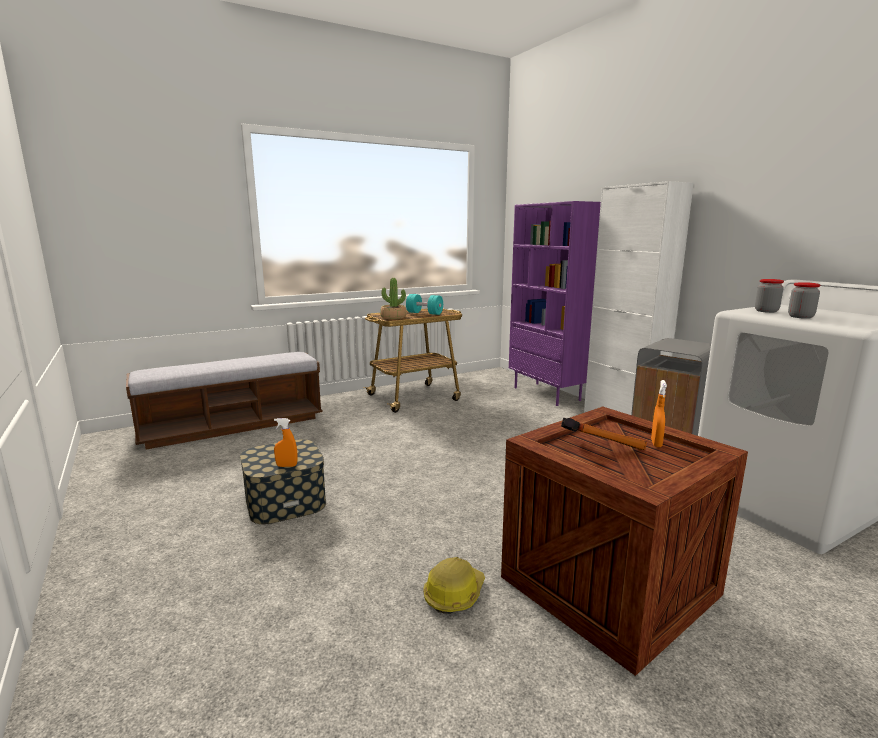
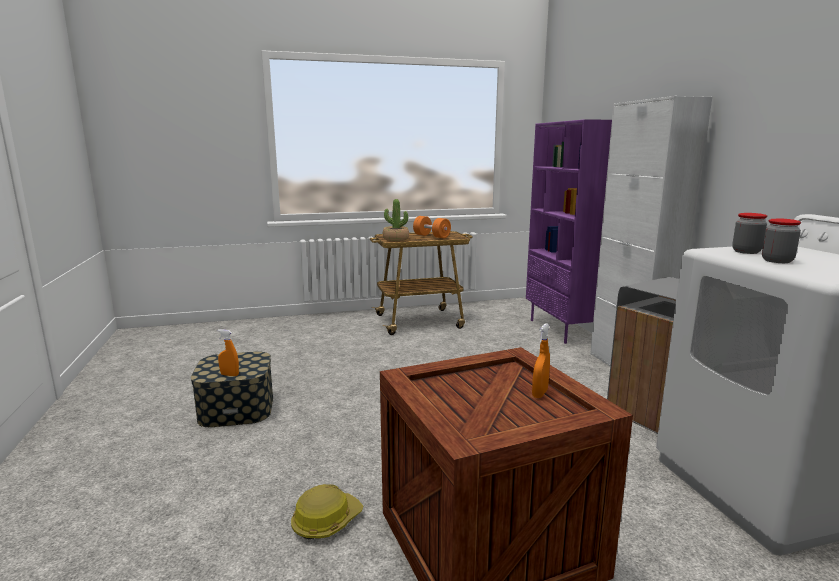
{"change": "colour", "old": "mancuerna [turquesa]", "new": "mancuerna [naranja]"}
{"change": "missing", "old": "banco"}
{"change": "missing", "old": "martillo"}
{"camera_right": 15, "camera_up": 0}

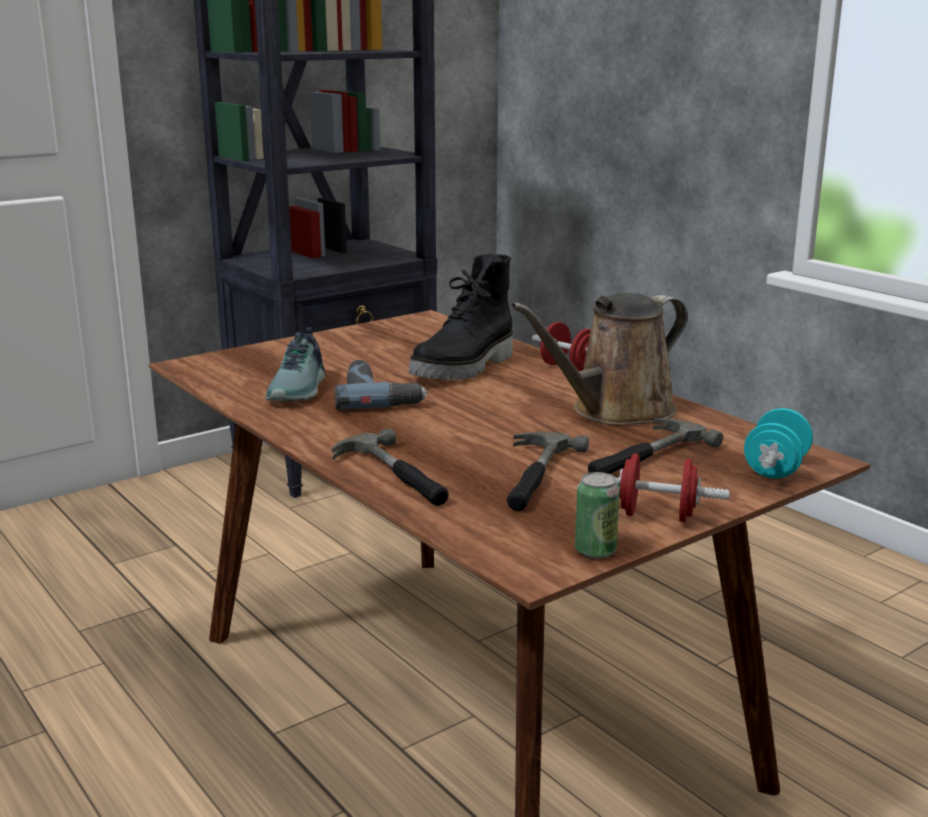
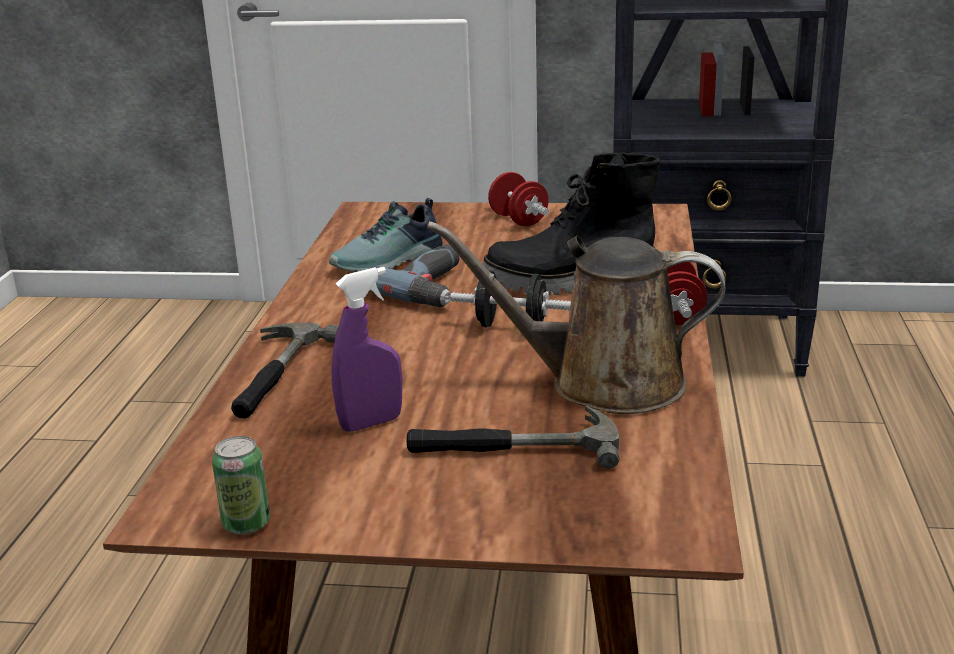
{"change": "missing", "old": "mancuerna [turquesa]"}
{"change": "exchanged", "old": "martillo (no. 2 from left)", "new": "pulverizador [morado]"}
{"change": "relocated", "old": "mancuerna [rojo] (no. 2 from left in the first image)", "new": "mancuerna [rojo] (no. 1 from left)"}
{"change": "appeared", "new": "mancuerna [negro]"}
{"camera_right": 45, "camera_up": 5}

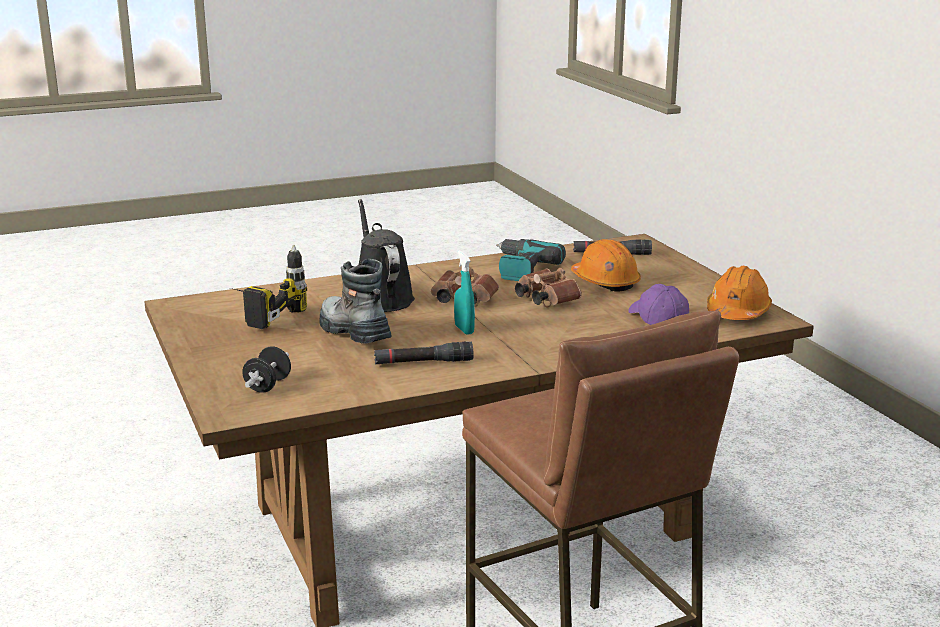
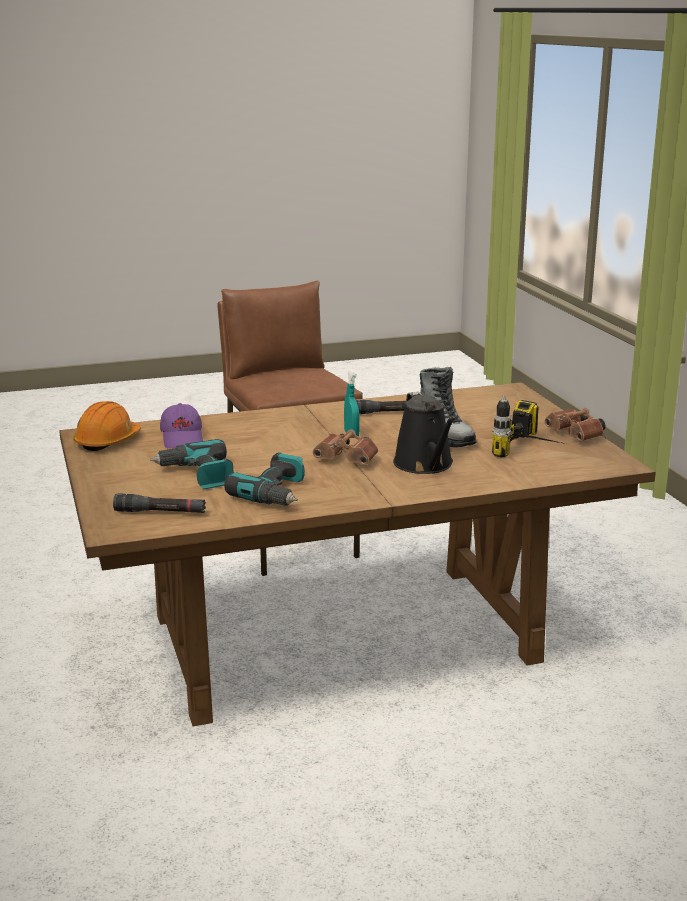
{"change": "exchanged", "old": "casco [naranja] (no. 1 from left)", "new": "taladro (no. 1 from left)"}
{"change": "relocated", "old": "prismáticos [marrón] (no. 2 from left)"}
{"change": "missing", "old": "mancuerna [negro]"}
{"camera_right": -175, "camera_up": 0}

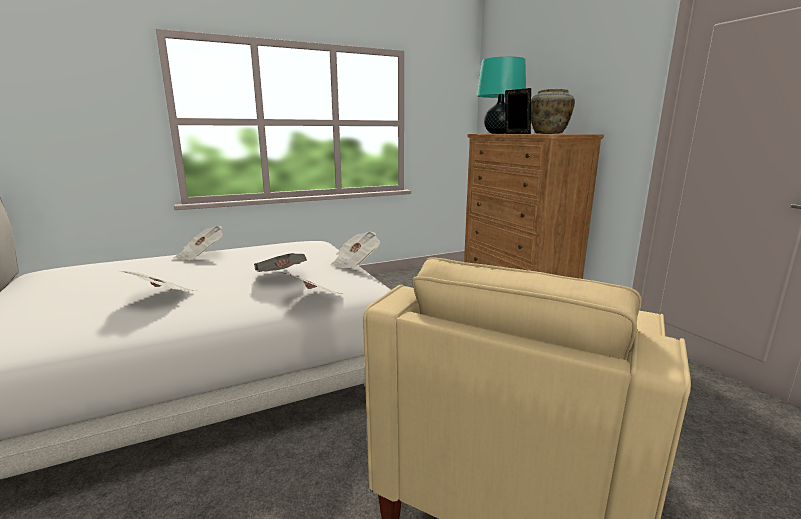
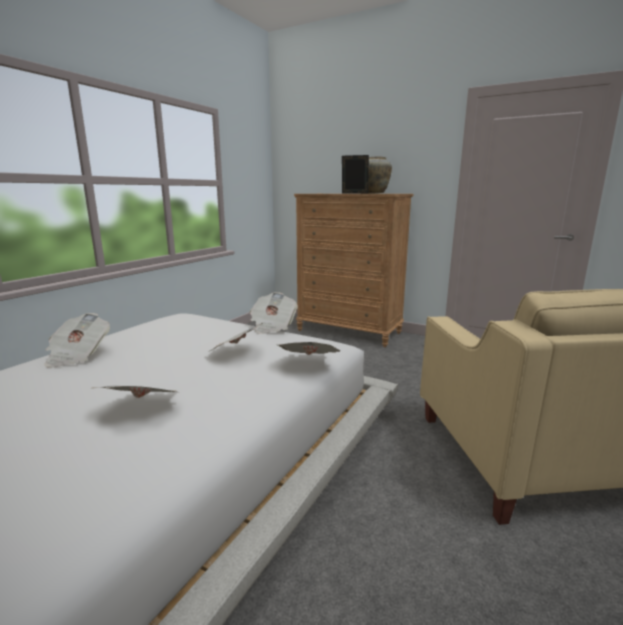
{"change": "missing", "old": "lámpara de mesa [turquesa]"}
{"camera_right": -35, "camera_up": 0}

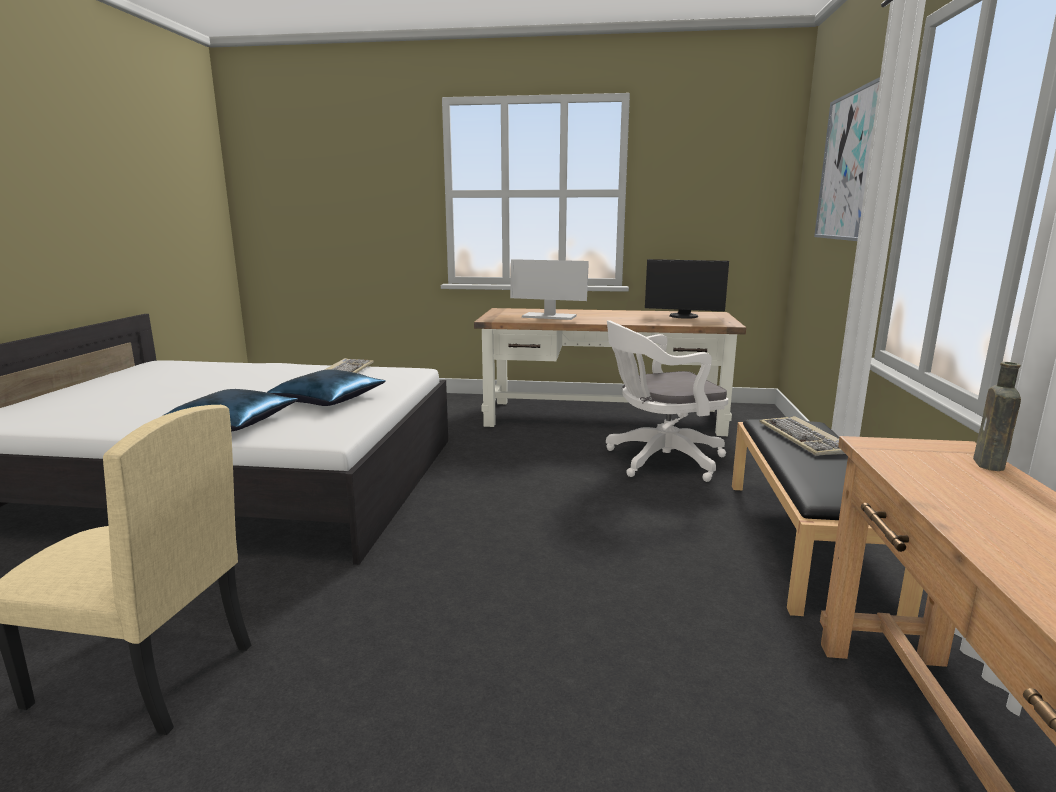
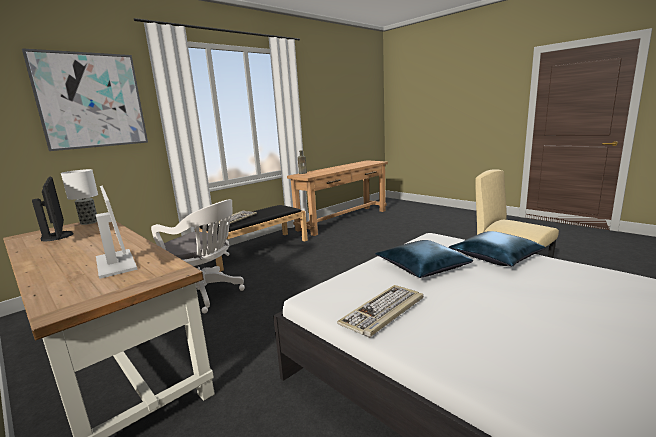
{"change": "appeared", "new": "lámpara de mesa"}
{"camera_right": -140, "camera_up": 0}

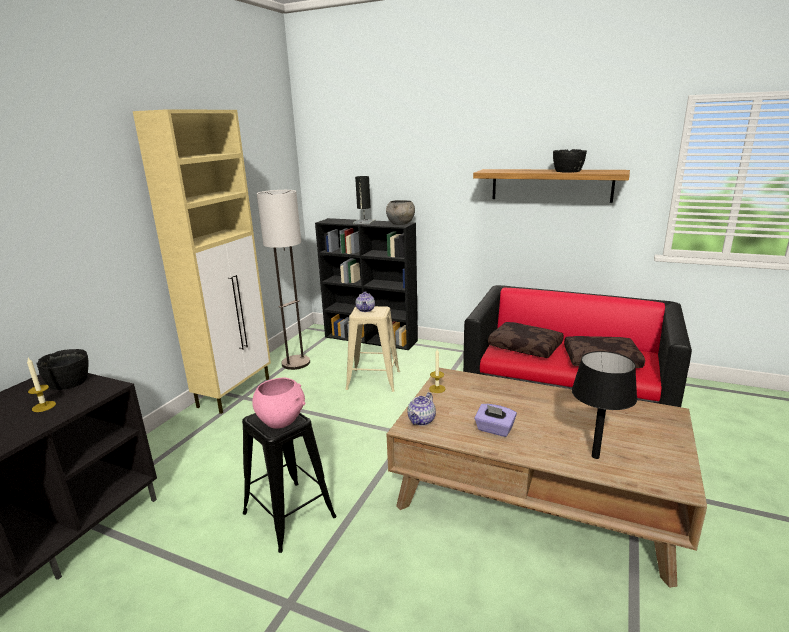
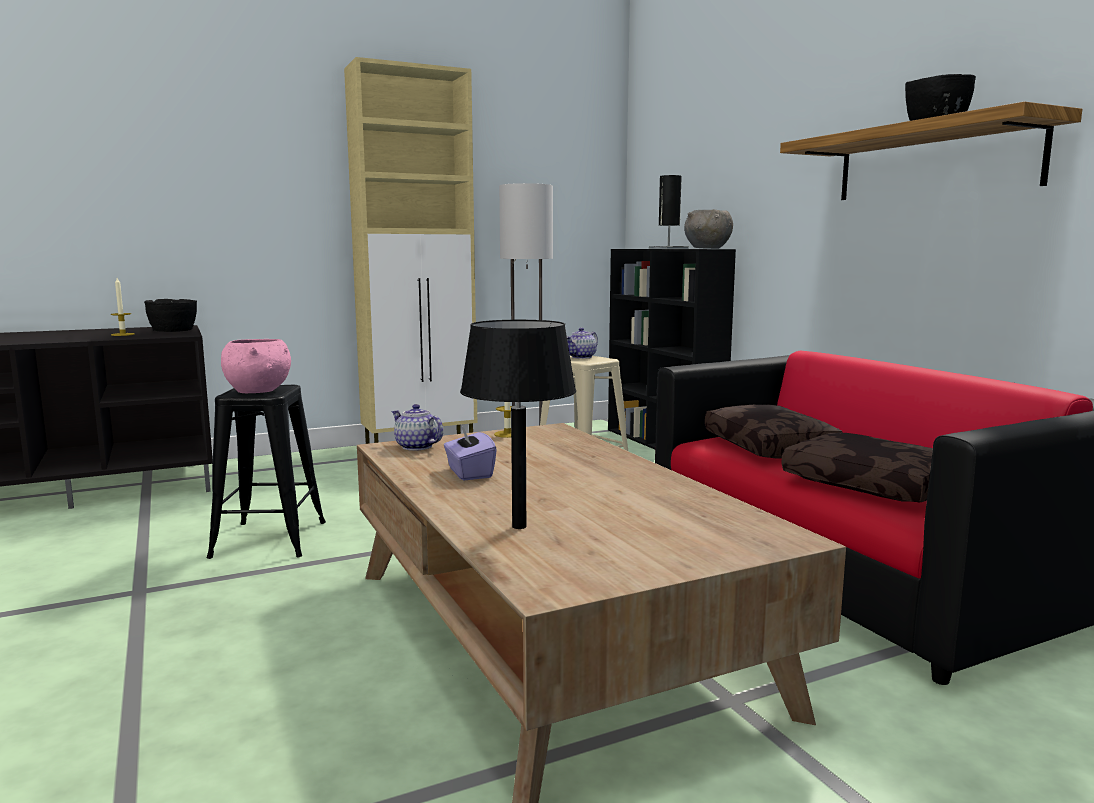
{"change": "spun", "old": "tetera (no. 2 from left in the first image)", "degrees": 60}
{"camera_right": 40, "camera_up": -10}

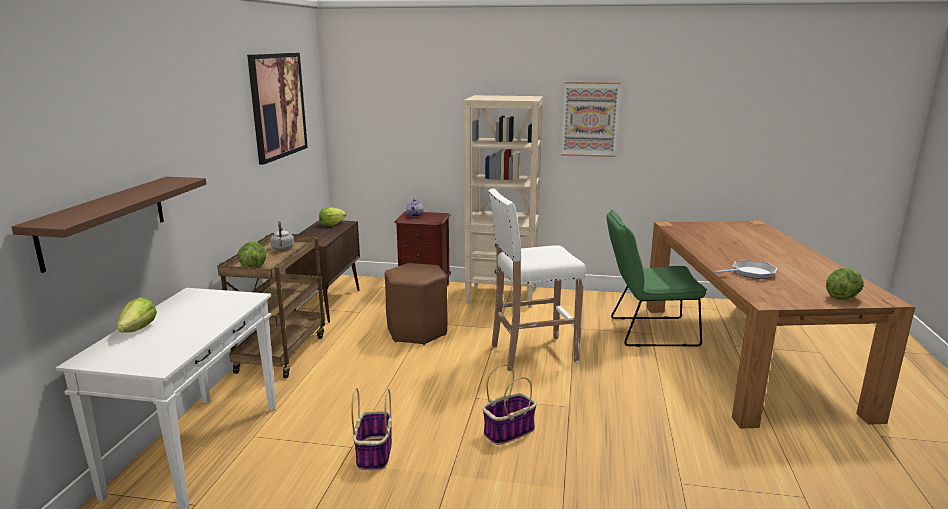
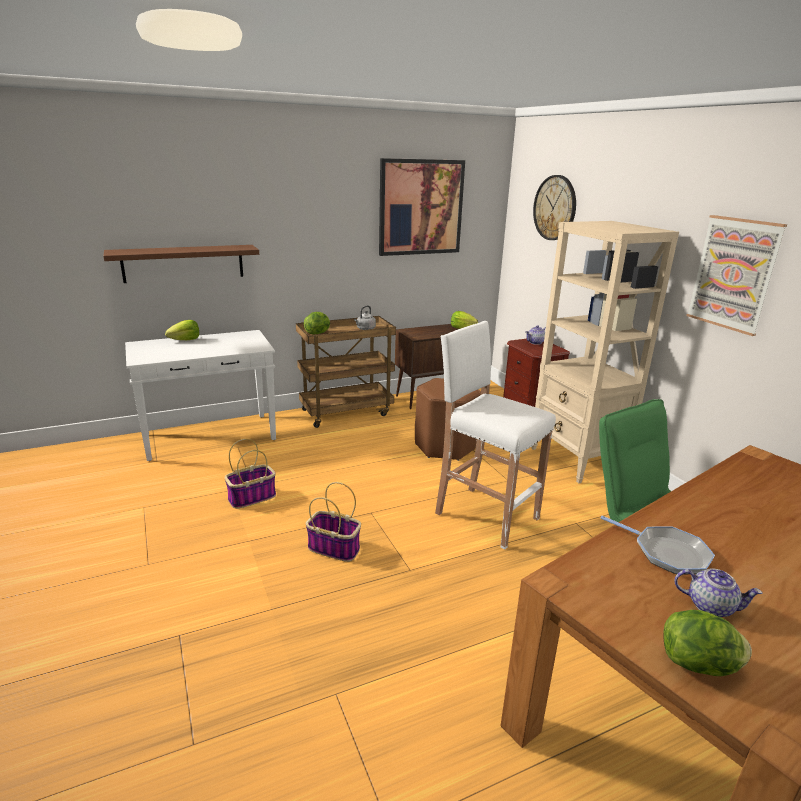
{"change": "appeared", "new": "reloj de pared"}
{"change": "appeared", "new": "tetera (no. 2 from left)"}
{"camera_right": 55, "camera_up": 5}

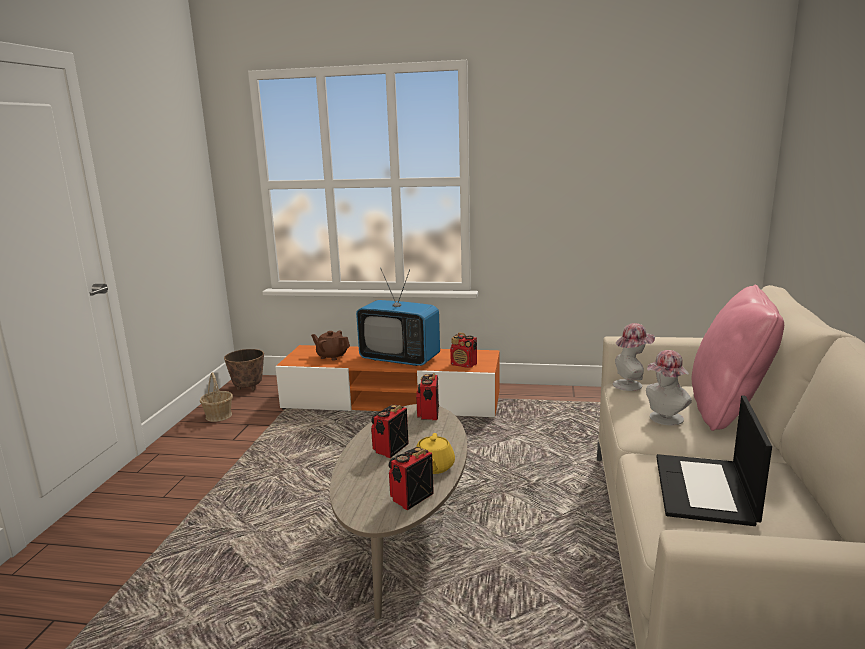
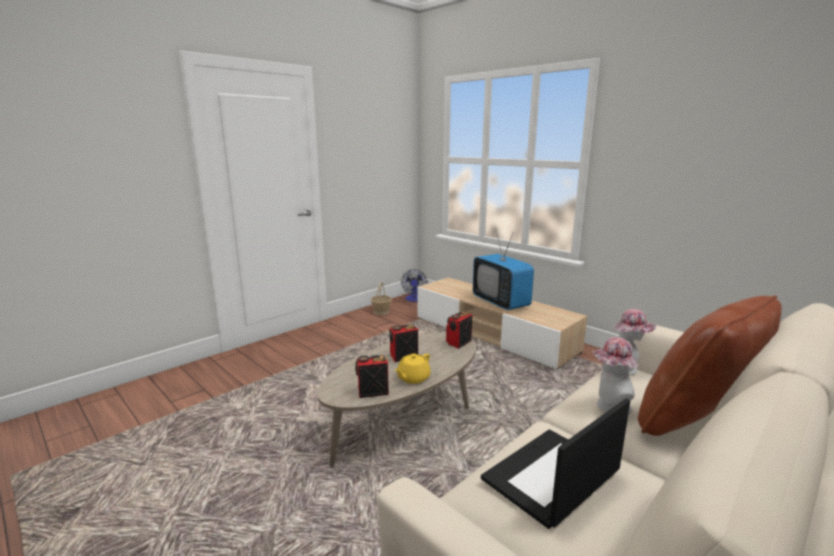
{"change": "colour", "old": "cojín [rosa]", "new": "cojín [marrón]"}
{"change": "missing", "old": "tetera [marrón]"}
{"change": "missing", "old": "radio (no. 4 from left)"}
{"change": "colour", "old": "mueble de televisión [naranja]", "new": "mueble de televisión [beis]"}
{"change": "exchanged", "old": "maceta", "new": "ventilador"}
{"camera_right": 35, "camera_up": 0}

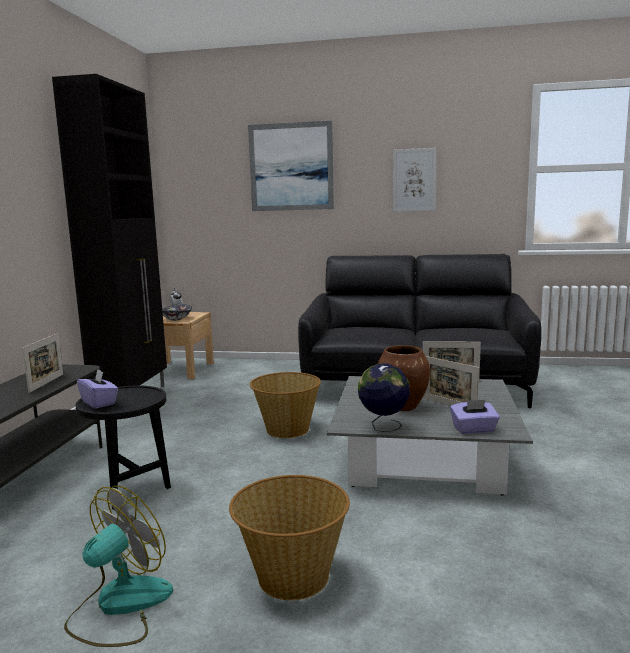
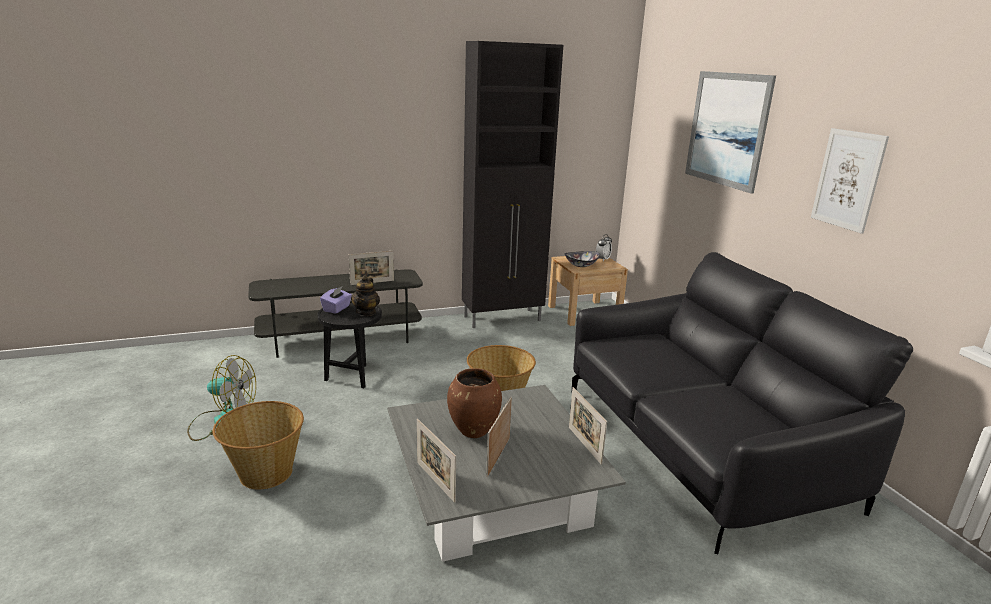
{"change": "missing", "old": "globo terráqueo"}
{"change": "exchanged", "old": "caja de pañuelos [morado] (no. 2 from left)", "new": "portarretratos (no. 2 from left)"}
{"change": "appeared", "new": "tetera"}
{"camera_right": 60, "camera_up": 10}

